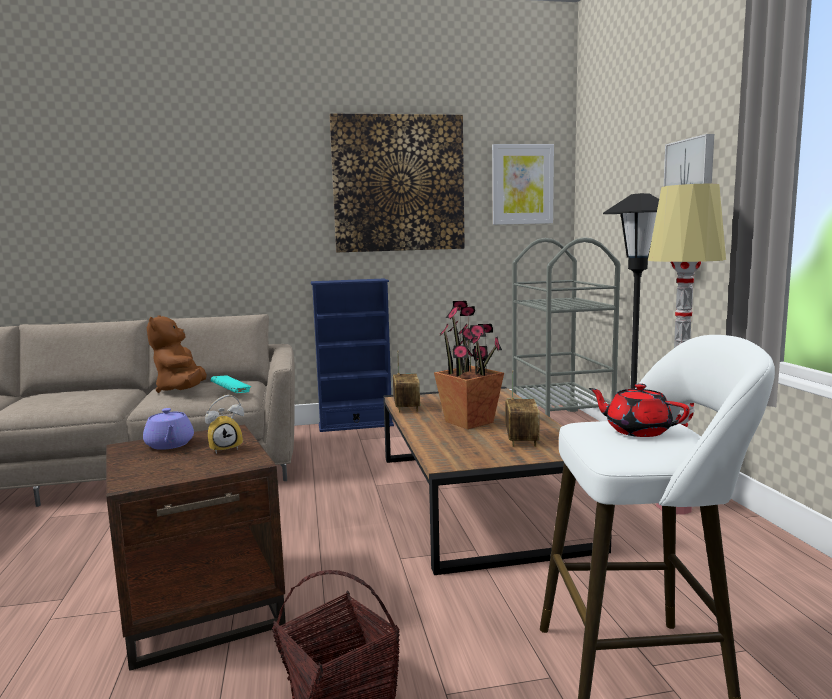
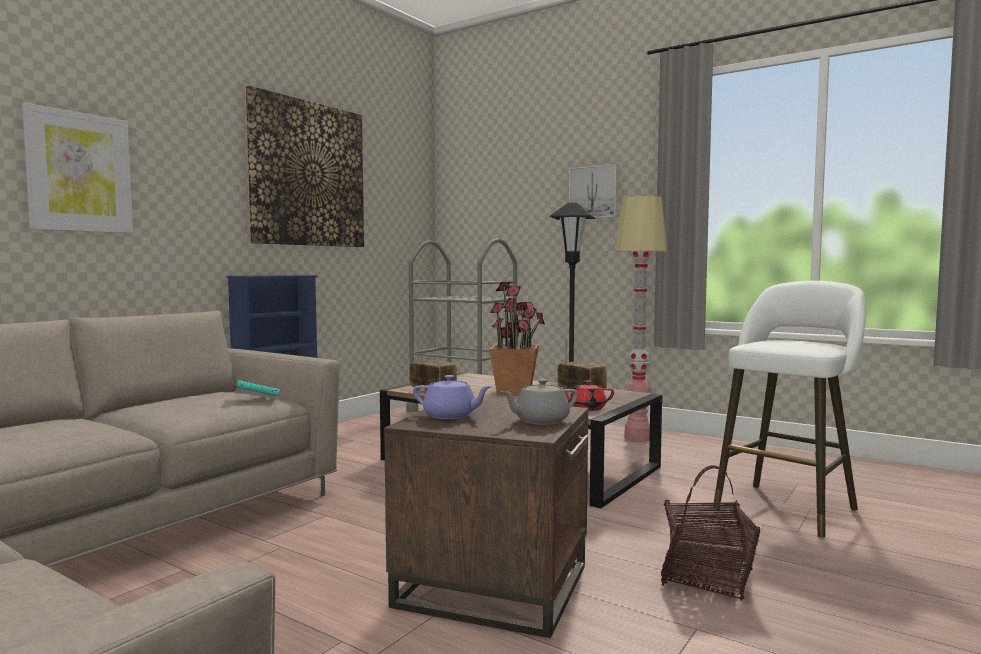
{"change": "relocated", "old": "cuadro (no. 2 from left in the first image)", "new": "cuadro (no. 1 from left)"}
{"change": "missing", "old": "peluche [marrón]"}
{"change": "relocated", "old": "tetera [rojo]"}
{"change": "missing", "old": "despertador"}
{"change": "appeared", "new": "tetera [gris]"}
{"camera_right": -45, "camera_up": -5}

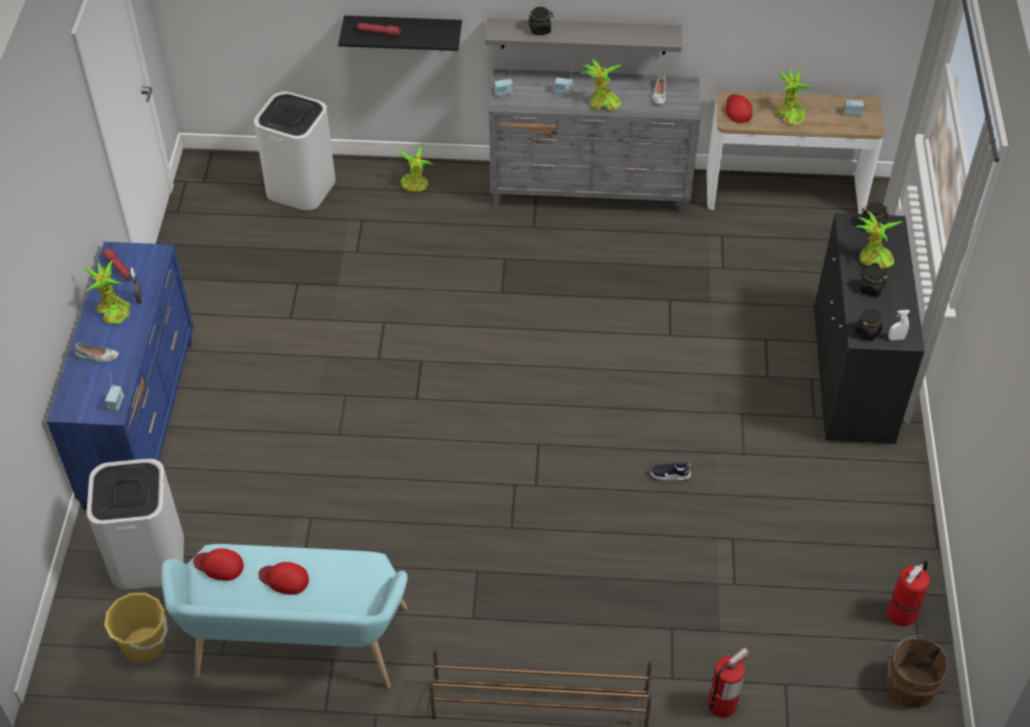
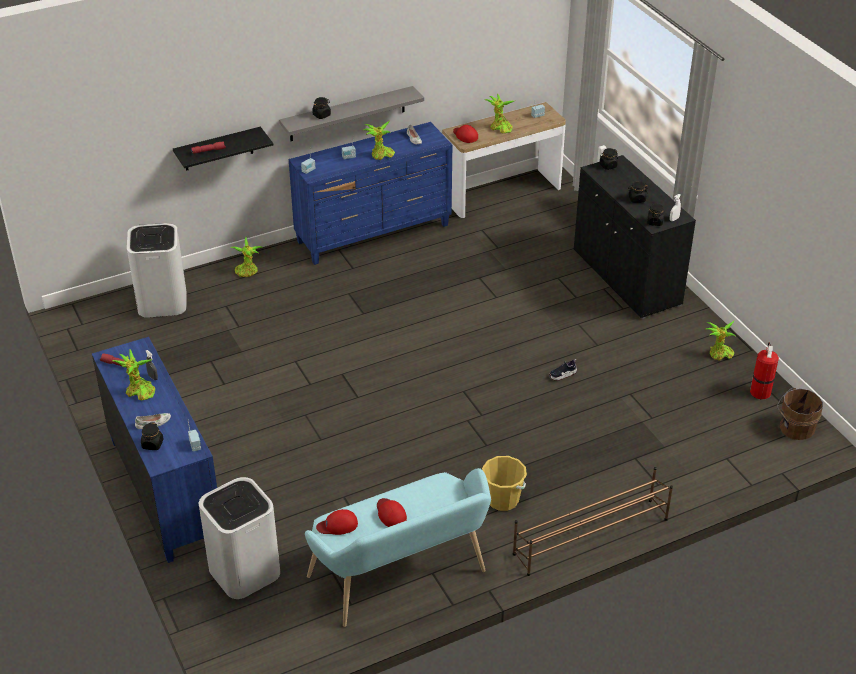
{"change": "colour", "old": "cómoda [gris]", "new": "cómoda [azul] (no. 2 from left)"}
{"change": "relocated", "old": "planta en maceta (no. 5 from left)"}
{"change": "spun", "old": "gorra [rojo] (no. 2 from left)", "degrees": 75}
{"change": "relocated", "old": "cubo [amarillo]"}
{"change": "missing", "old": "extintor (no. 1 from left)"}
{"change": "appeared", "new": "tarro [negro] (no. 1 from left)"}
{"camera_right": -30, "camera_up": -10}

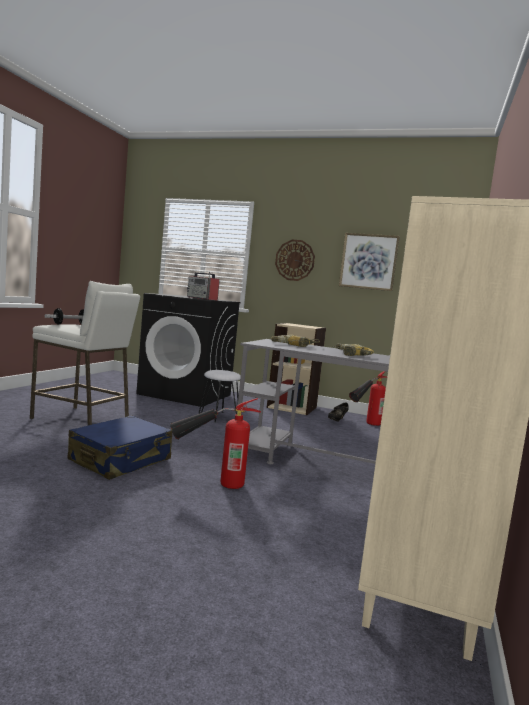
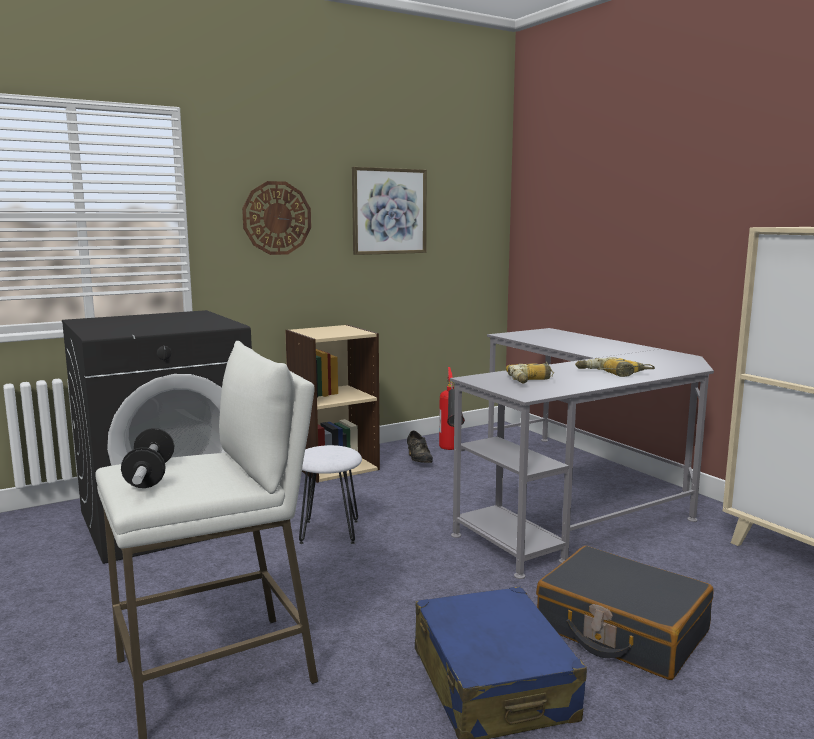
{"change": "missing", "old": "radio"}
{"change": "exchanged", "old": "extintor (no. 1 from left)", "new": "maleta [negro]"}
{"camera_right": -50, "camera_up": 5}

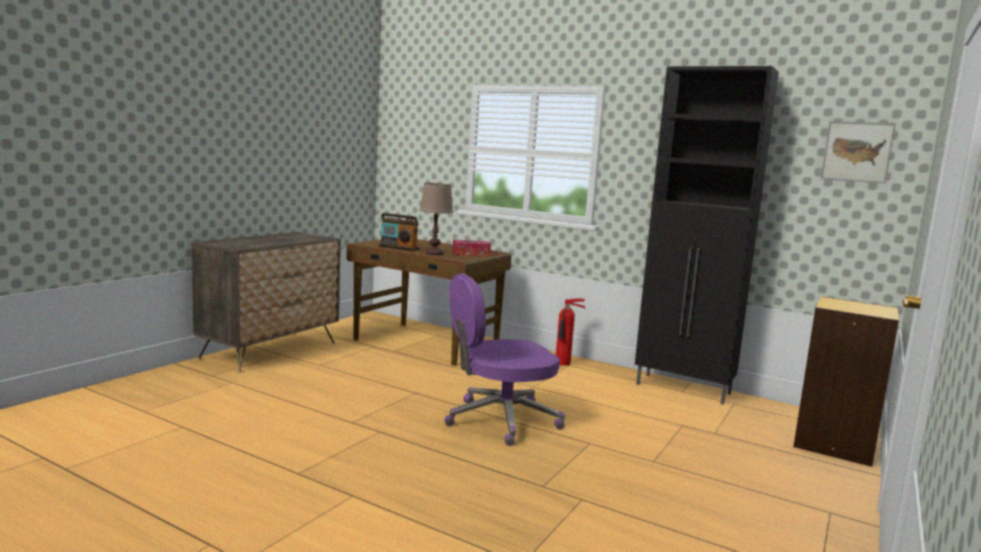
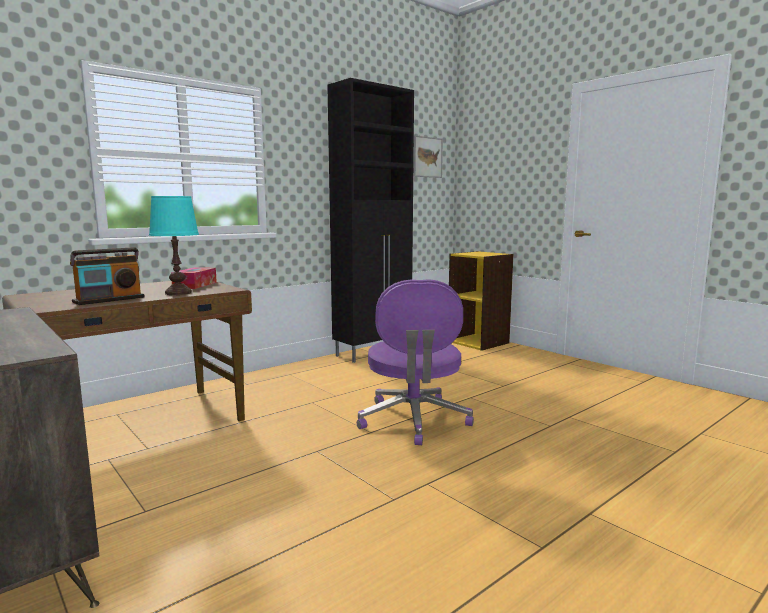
{"change": "colour", "old": "lámpara de mesa [marrón]", "new": "lámpara de mesa [turquesa]"}
{"change": "missing", "old": "extintor"}
{"camera_right": -70, "camera_up": 0}

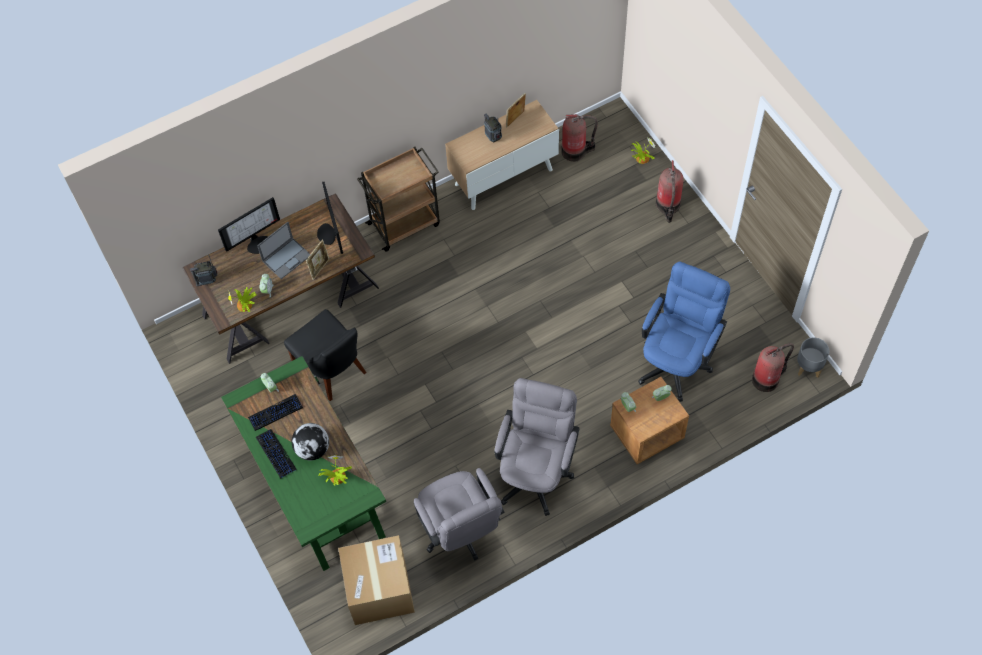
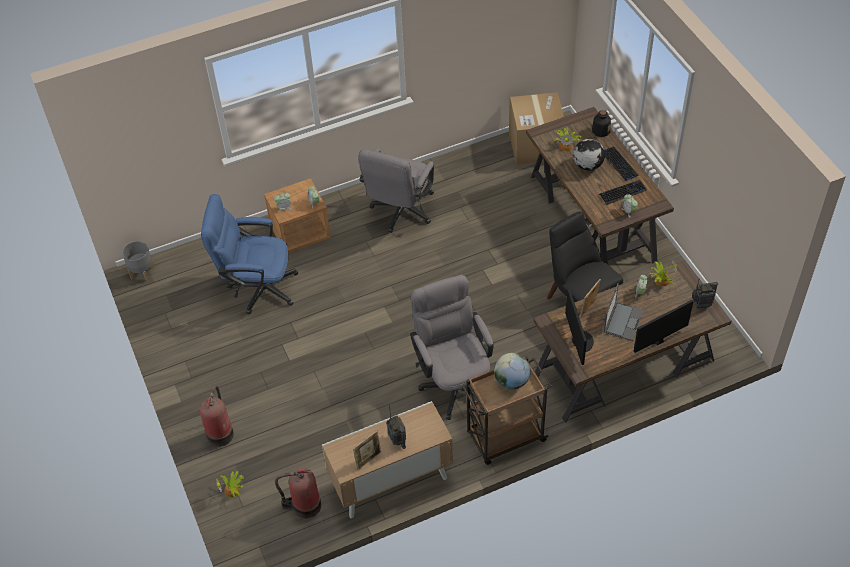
{"change": "spun", "old": "portátil", "degrees": 150}
{"change": "spun", "old": "silla de oficina [azul]", "degrees": 60}
{"change": "missing", "old": "extintor (no. 3 from left)"}
{"change": "colour", "old": "escritorio [verde]", "new": "escritorio [marrón] (no. 1 from left)"}
{"change": "relocated", "old": "silla de oficina [gris] (no. 1 from left in the first image)", "new": "silla de oficina [gris] (no. 2 from left)"}
{"change": "appeared", "new": "botella"}
{"change": "appeared", "new": "globo terráqueo (no. 1 from left)"}
{"camera_right": -175, "camera_up": -10}

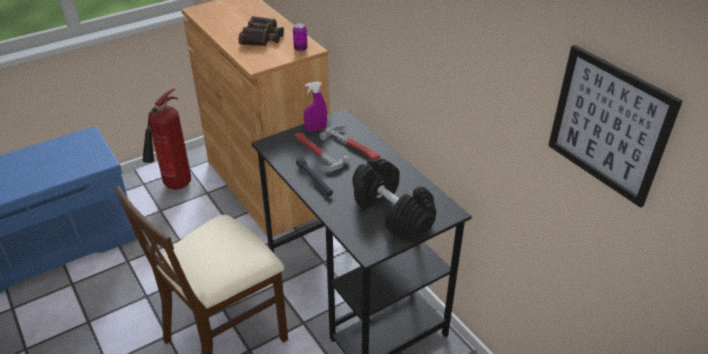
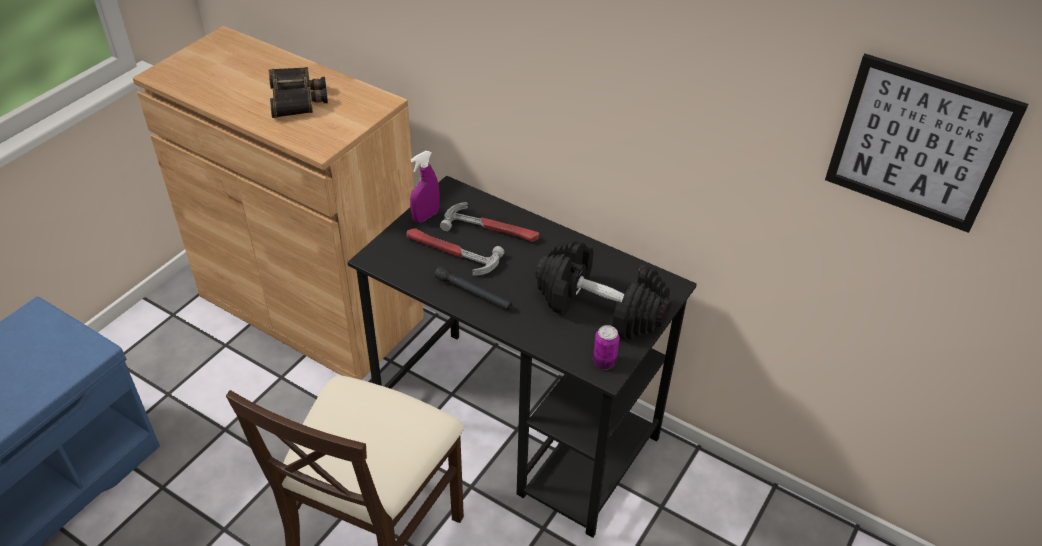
{"change": "relocated", "old": "lata"}
{"change": "missing", "old": "extintor"}
{"camera_right": -25, "camera_up": 5}

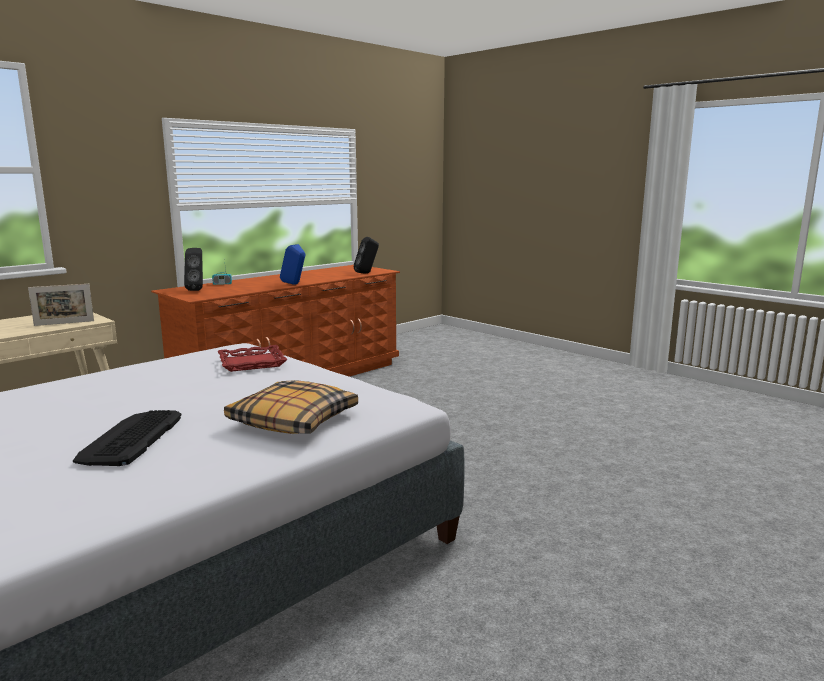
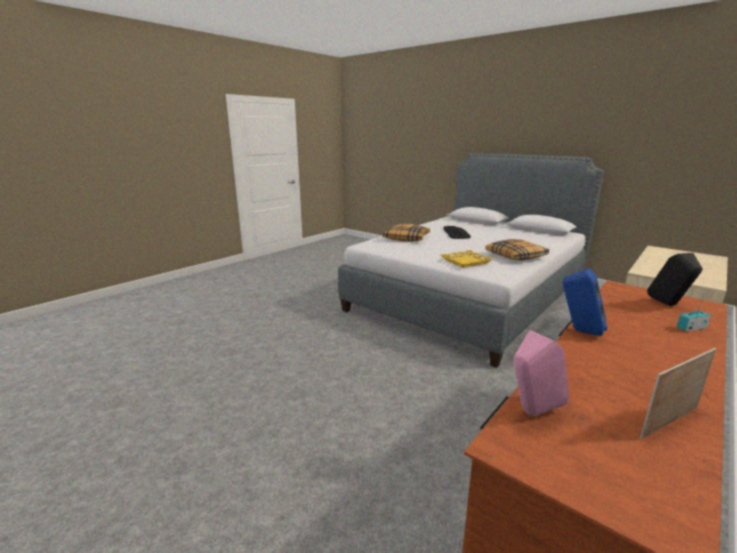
{"change": "colour", "old": "altavoz [negro] (no. 2 from left)", "new": "altavoz [rosa]"}
{"change": "relocated", "old": "portarretratos"}
{"change": "colour", "old": "bandeja [rojo]", "new": "bandeja [amarillo]"}
{"change": "appeared", "new": "cojín (no. 2 from left)"}
{"camera_right": 175, "camera_up": 5}

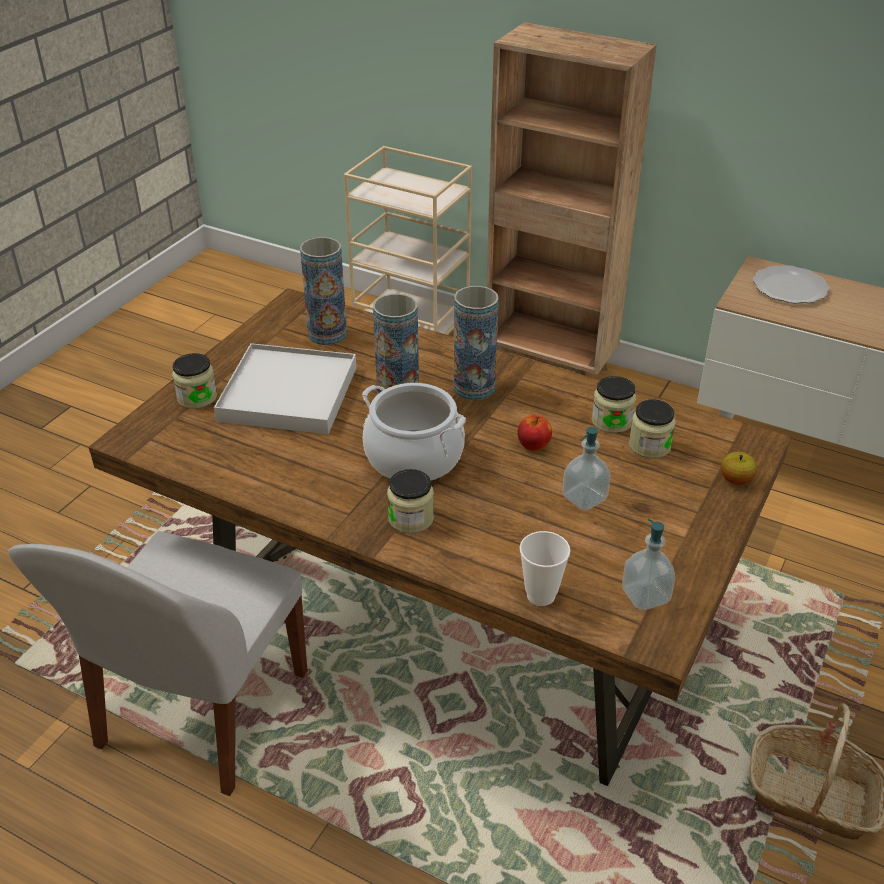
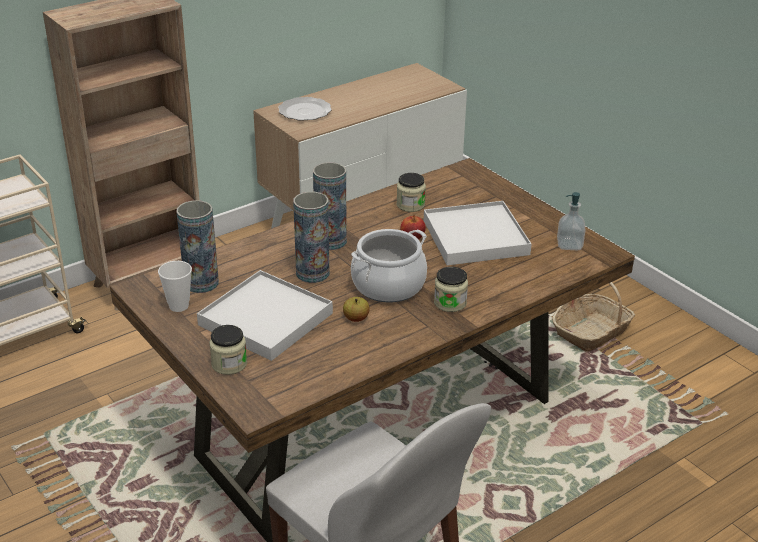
{"change": "missing", "old": "tarro (no. 4 from left)"}
{"change": "exchanged", "old": "dispensador de jabón (no. 1 from left)", "new": "bandeja [blanco] (no. 2 from left)"}
{"change": "relocated", "old": "manzana (no. 2 from left in the first image)", "new": "manzana (no. 1 from left)"}
{"change": "relocated", "old": "taza"}
{"camera_right": -65, "camera_up": -5}

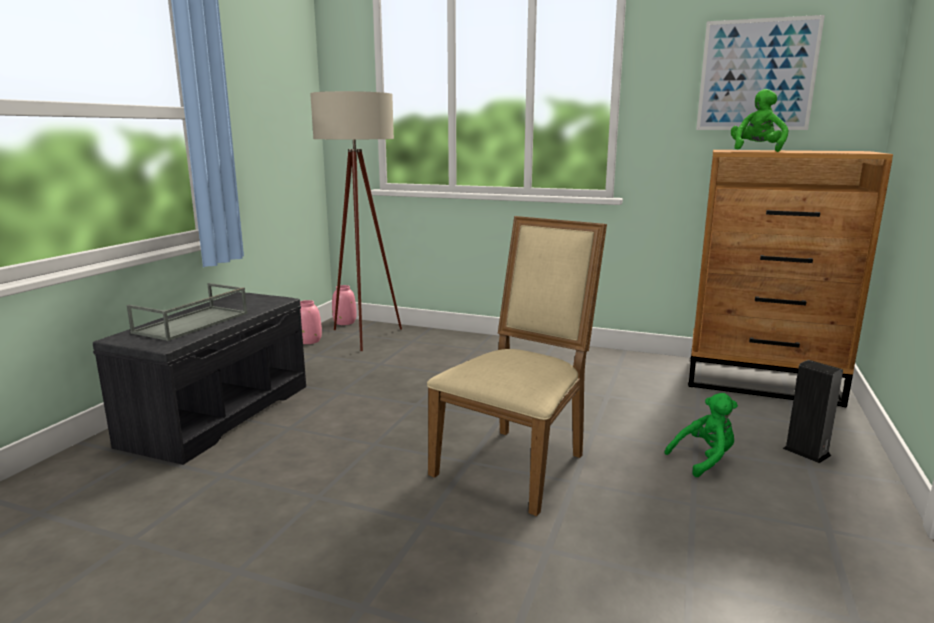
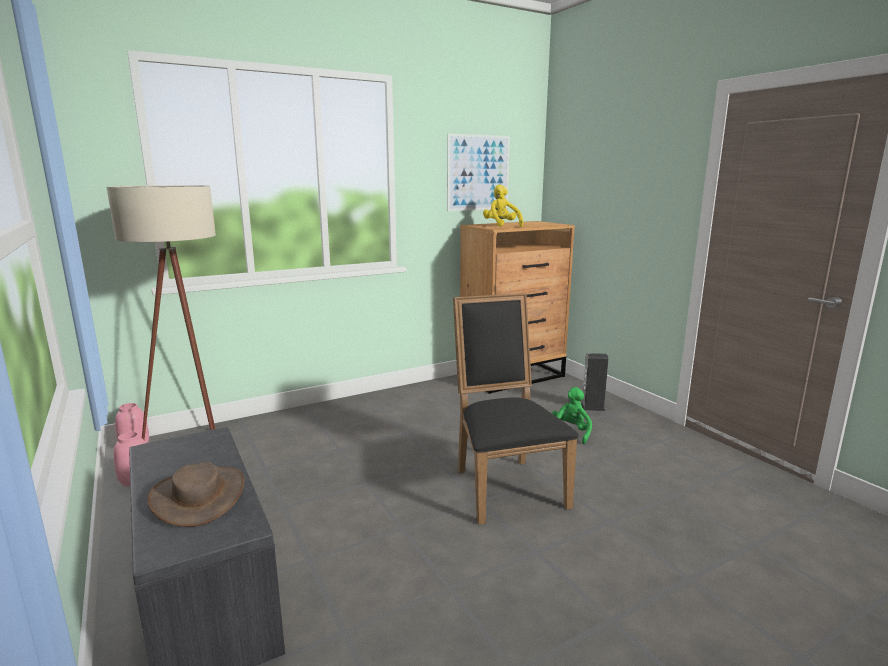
{"change": "colour", "old": "peluche [verde] (no. 2 from left)", "new": "peluche [amarillo]"}
{"change": "colour", "old": "silla [beis]", "new": "silla [negro]"}
{"change": "exchanged", "old": "bandeja [gris]", "new": "sombrero [marrón]"}
{"camera_right": -50, "camera_up": 0}

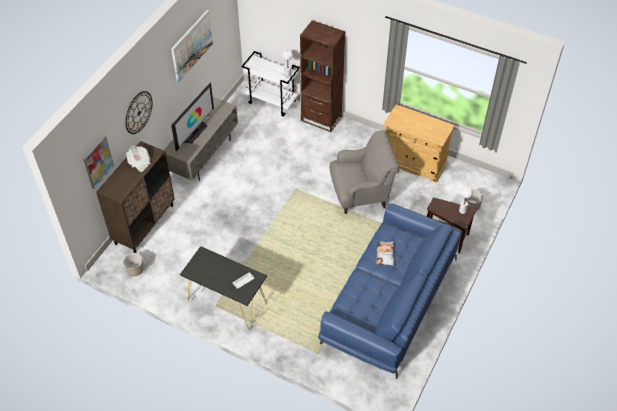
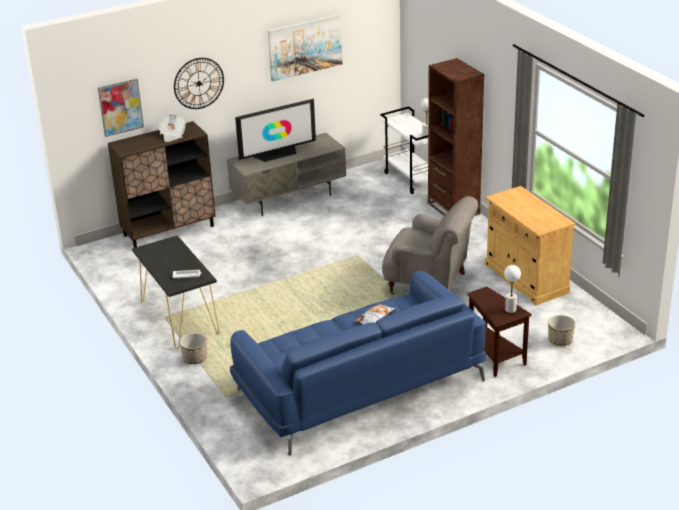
{"change": "relocated", "old": "maceta (no. 1 from left)"}
{"camera_right": 35, "camera_up": -20}

